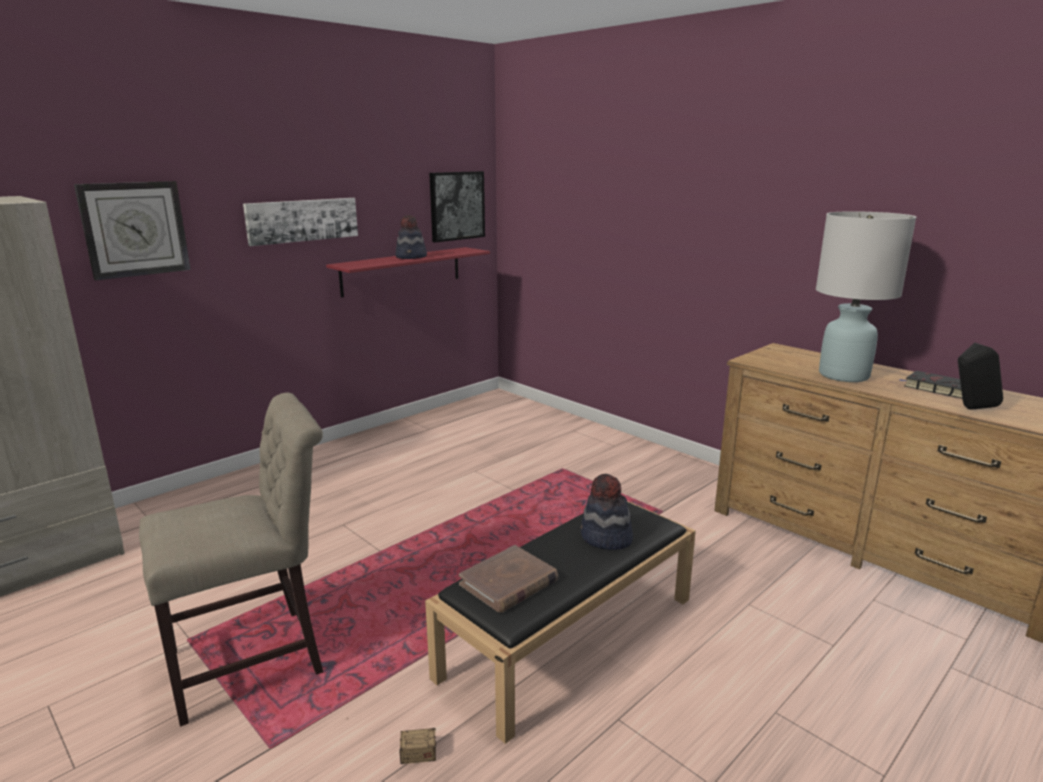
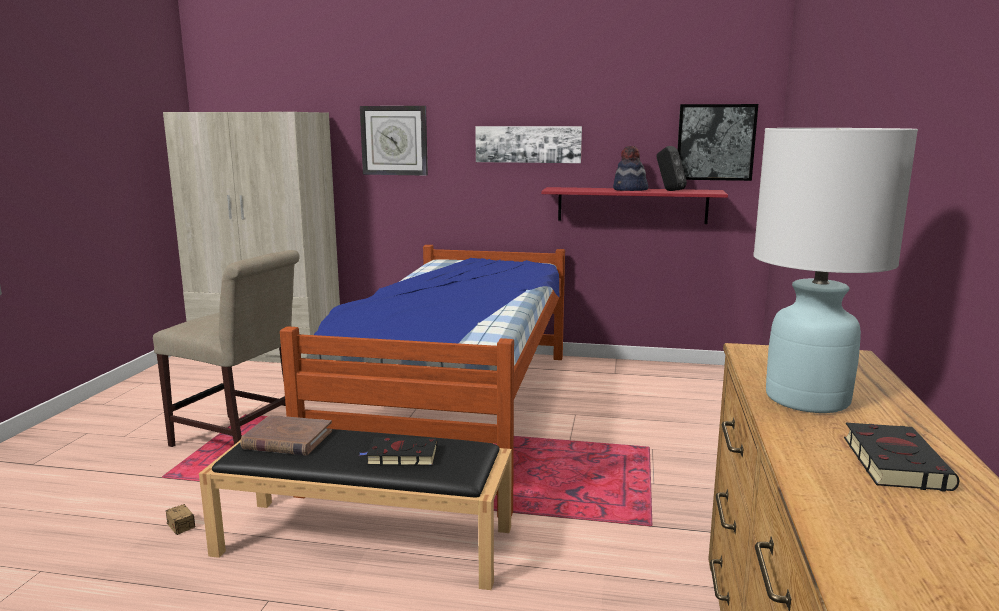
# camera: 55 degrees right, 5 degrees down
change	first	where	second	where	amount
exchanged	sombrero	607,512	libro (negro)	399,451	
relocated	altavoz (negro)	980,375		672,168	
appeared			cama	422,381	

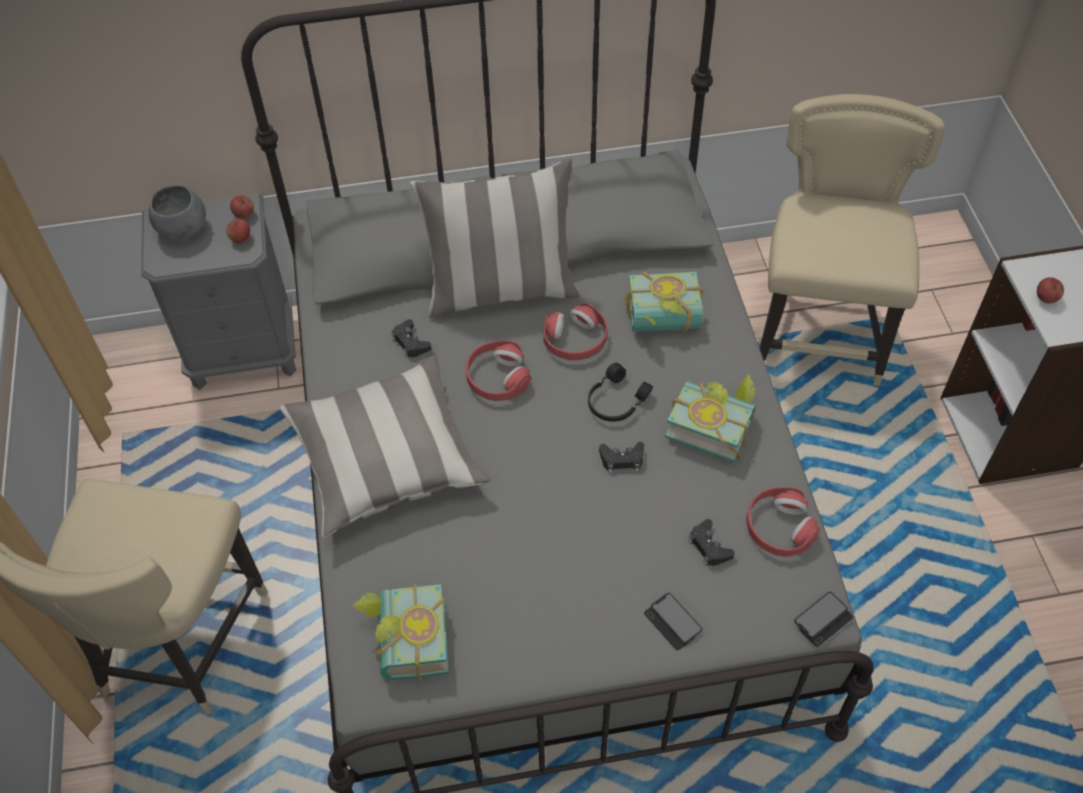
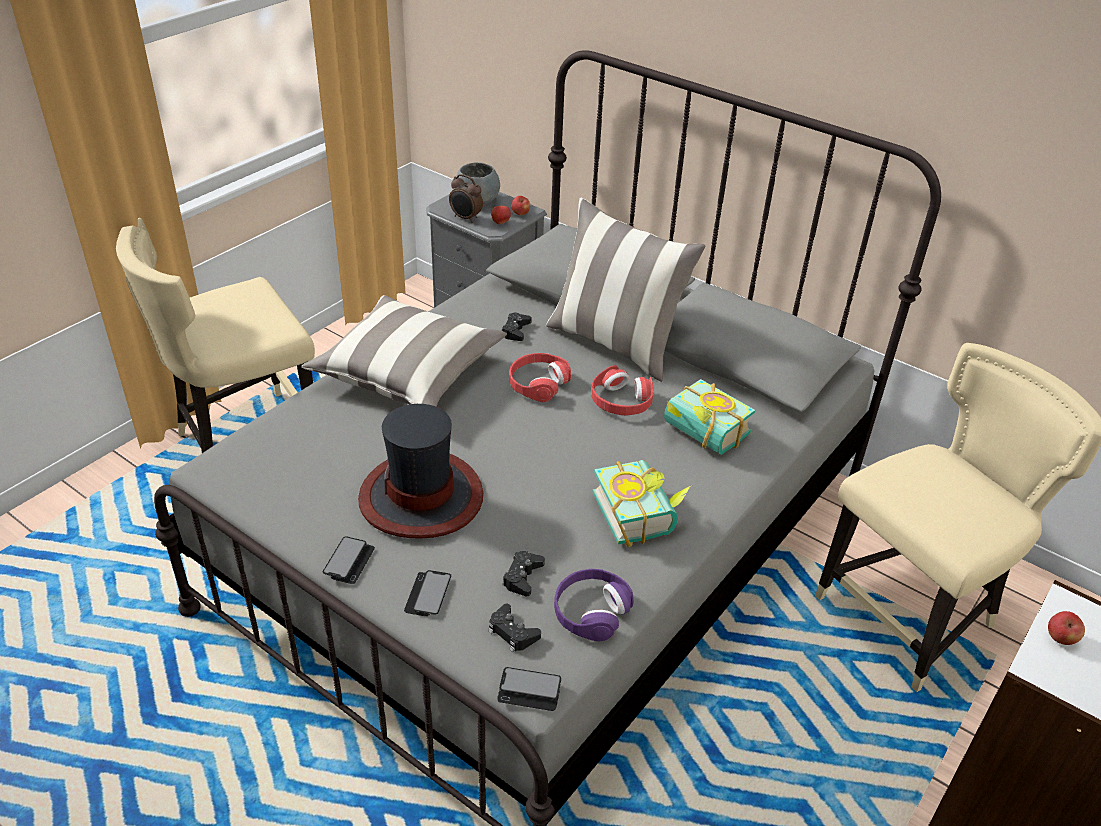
# camera: 45 degrees right, 15 degrees down
change	first	where	second	where	amount
missing	libro	400,632			
missing	auriculares (negro)	620,392			
relocated	mando de consola (negro)	621,457		514,628	
colour	auriculares (rojo)	783,522	auriculares (morado)	594,605	
appeared			móvil	348,560	
appeared			sombrero	420,471	
appeared			despertador	466,198	

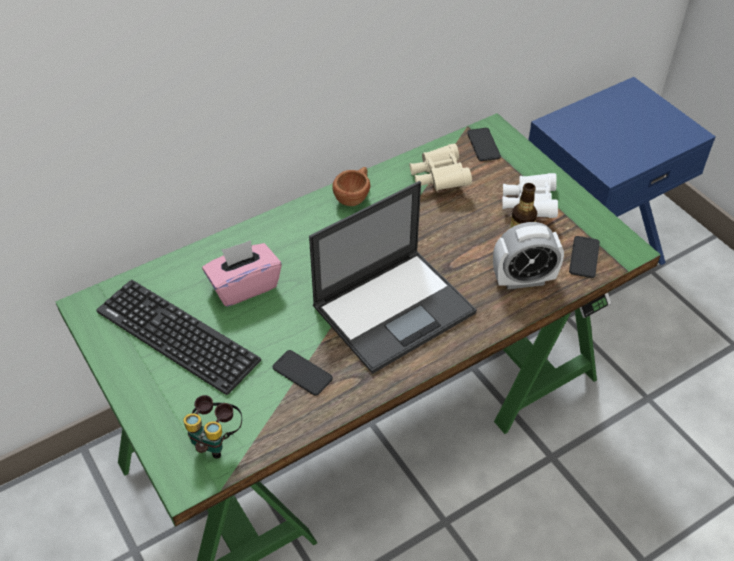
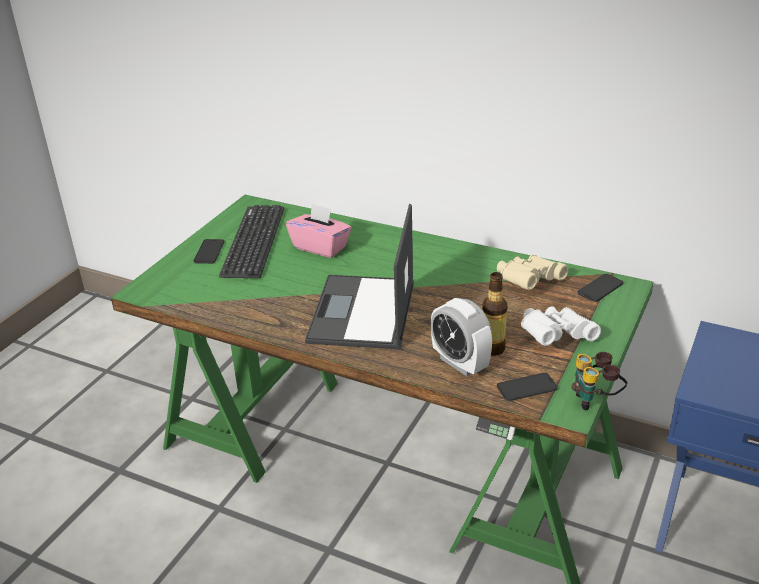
# camera: 60 degrees right, 15 degrees down
change	first	where	second	where	amount
relocated	prismáticos	212,427		599,381	
relocated	móvil	303,373		209,251	
spun	portátil	393,277		359,276	75 degrees clockwise
missing	taza (marrón)	351,186			

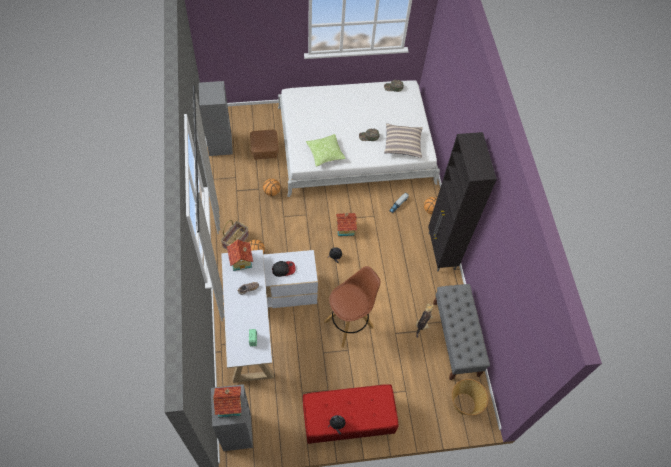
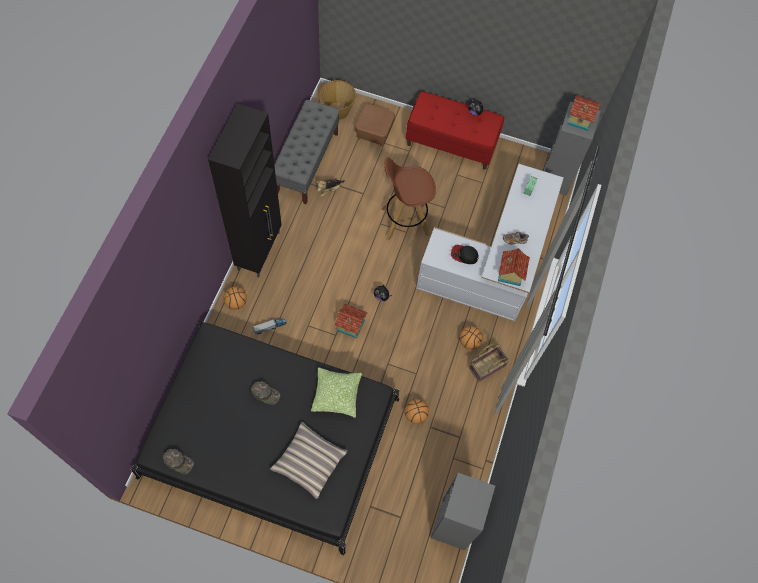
# camera: 155 degrees left, 5 degrees up
change	first	where	second	where	amount
relocated	puf (marrón)	264,145		375,125	
colour	cama (blanco)	359,138	cama (negro)	265,438	
relocated	cojín	403,140		309,460	

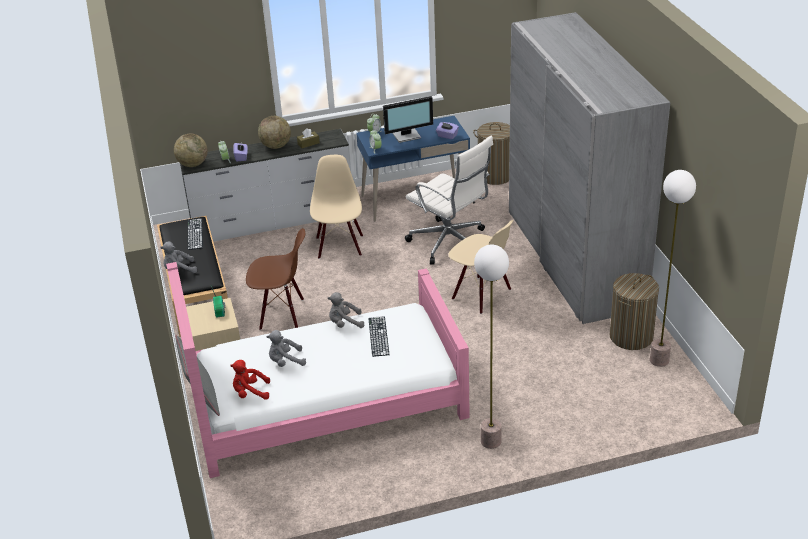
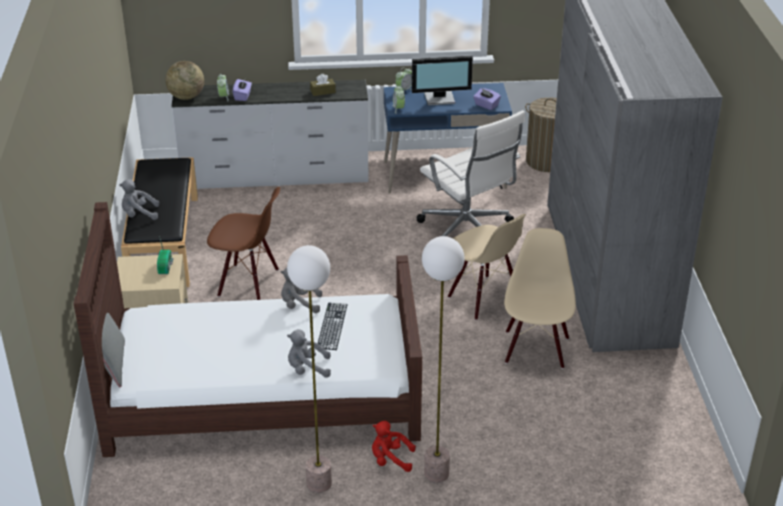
# camera: 10 degrees right, 0 degrees up
change	first	where	second	where	amount
colour	cama (rosa)	318,370	cama (marrón)	248,329	
missing	teclado	195,234			
relocated	peluche (rojo)	250,380		394,446	
missing	globo terráqueo	274,132			
relocated	peluche (gris)	286,348		309,353	
relocated	silla (beis)	336,207		540,298	
missing	cesto de la ropa	634,311			
relocated	lámpara de pie	673,268		309,369	

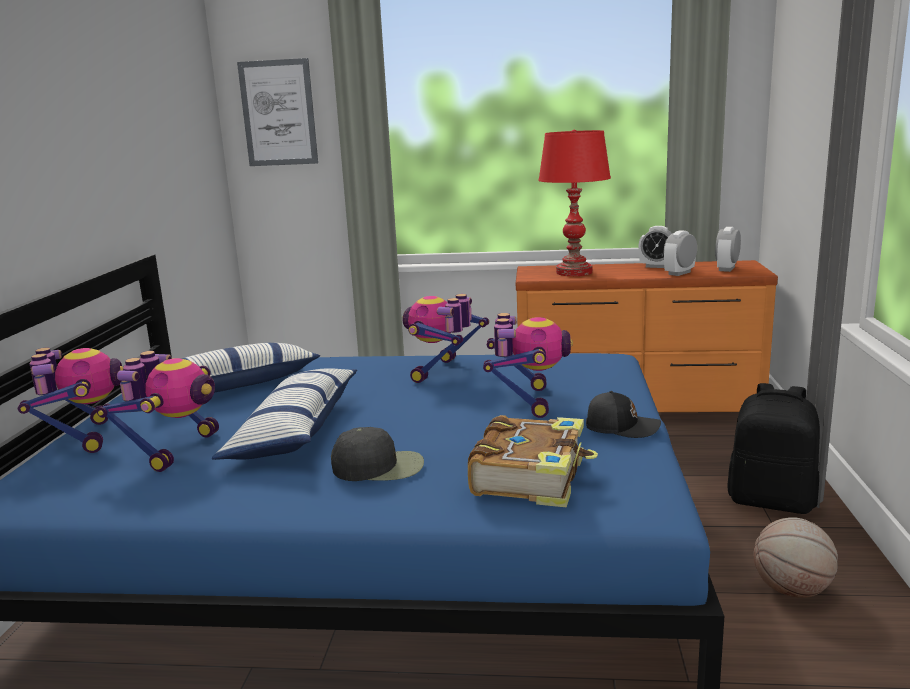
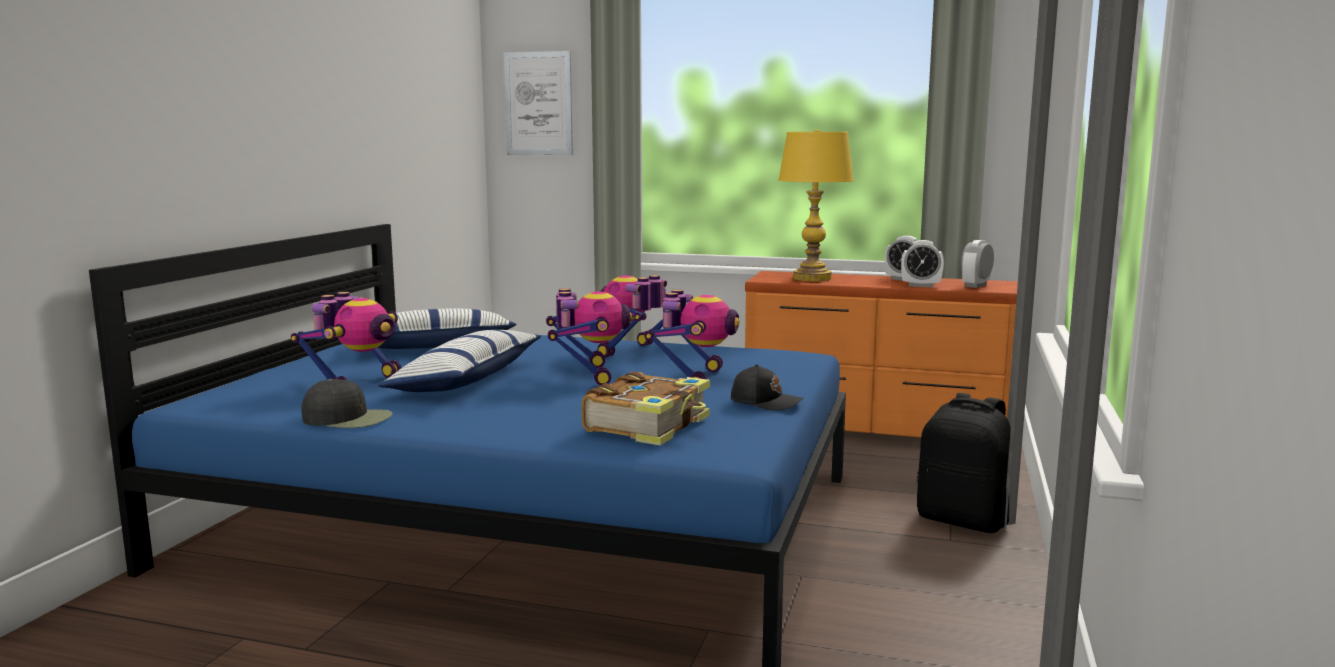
# camera: 10 degrees right, 5 degrees down
change	first	where	second	where	amount
relocated	robot de juguete	70,400		589,336	
relocated	gorra (negro)	377,454		347,403	
colour	lámpara de mesa (rojo)	574,203	lámpara de mesa (amarillo)	816,206	
spun	despertador	680,253		922,263	135 degrees counterclockwise
missing	balón de baloncesto	796,557			

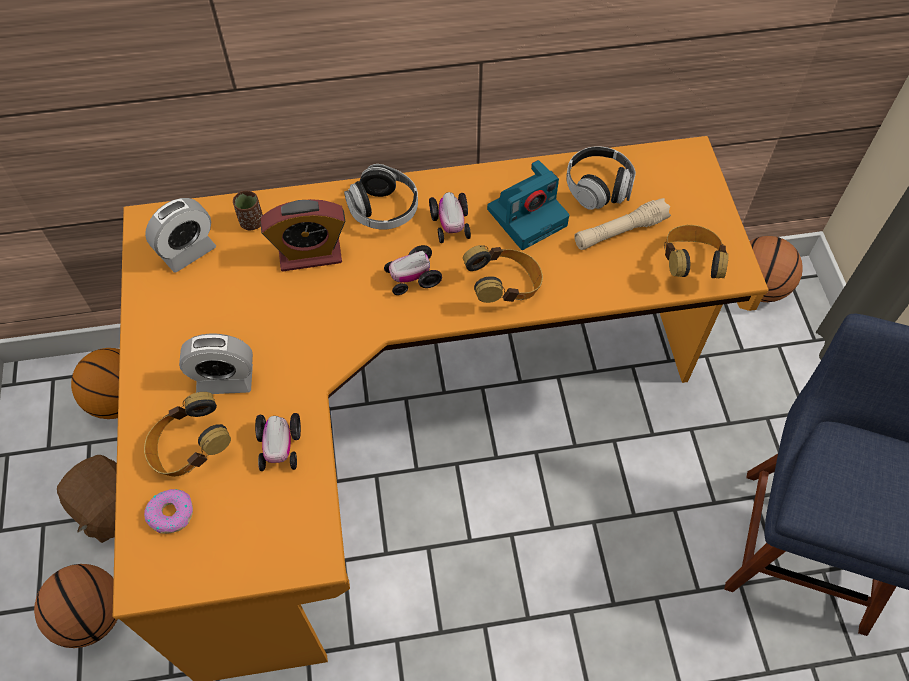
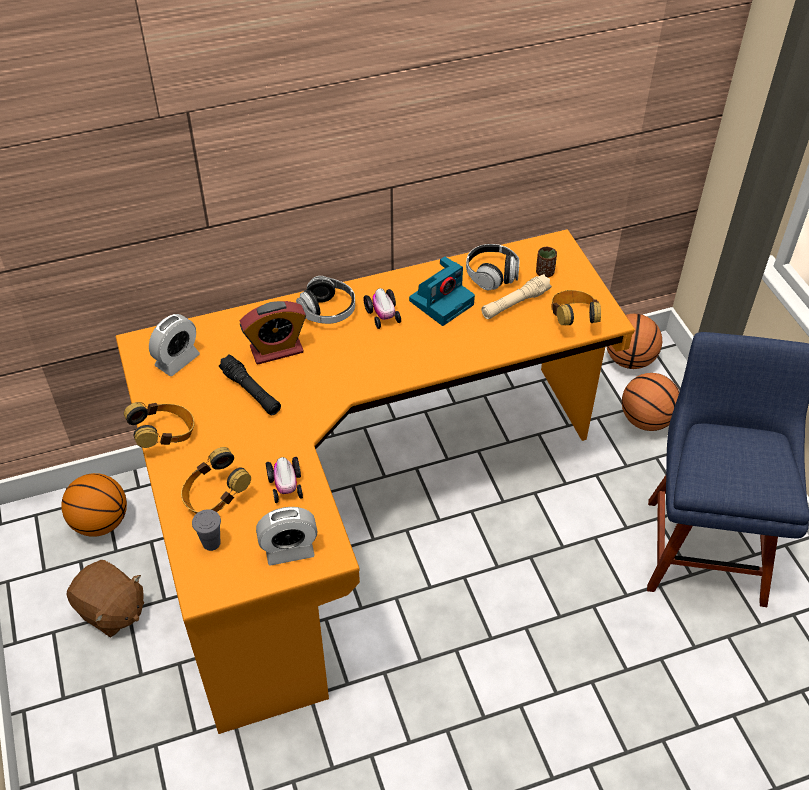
# camera: 10 degrees left, 10 degrees down
change	first	where	second	where	amount
relocated	balón de baloncesto	75,606		650,402	
exchanged	rosquilla	168,511	taza (gris)	206,530	
relocated	despertador	216,363		287,536	
relocated	taza (marrón)	248,210		546,262	
missing	coche de juguete	413,270			
relocated	auriculares	503,274		159,425	
appeared			linterna (negro)	250,384	

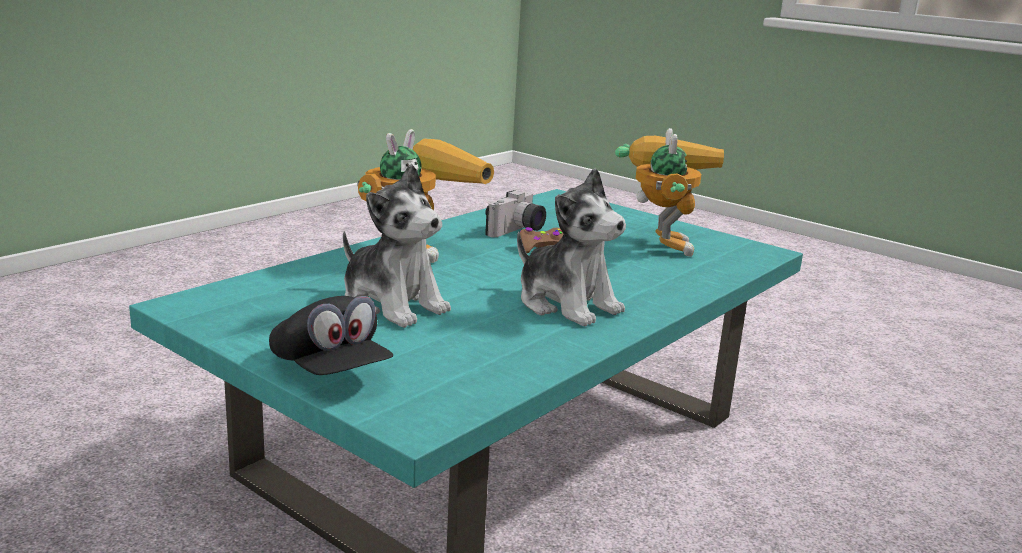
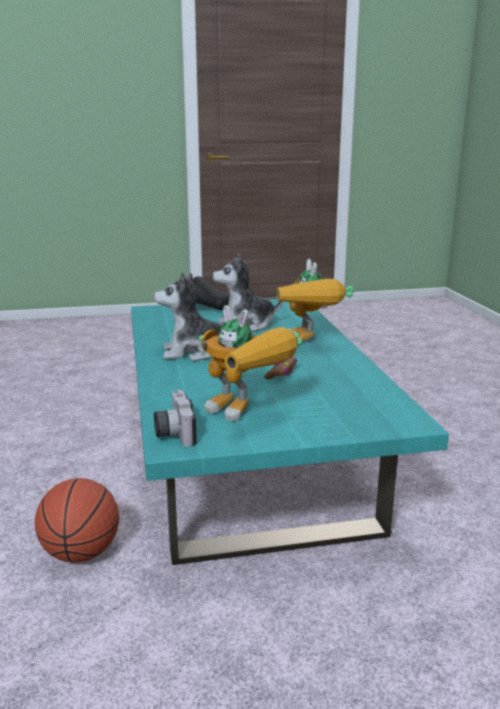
# camera: 130 degrees right, 0 degrees up
change	first	where	second	where	amount
relocated	cámara	515,213		175,418	
appeared			balón de baloncesto	77,520	

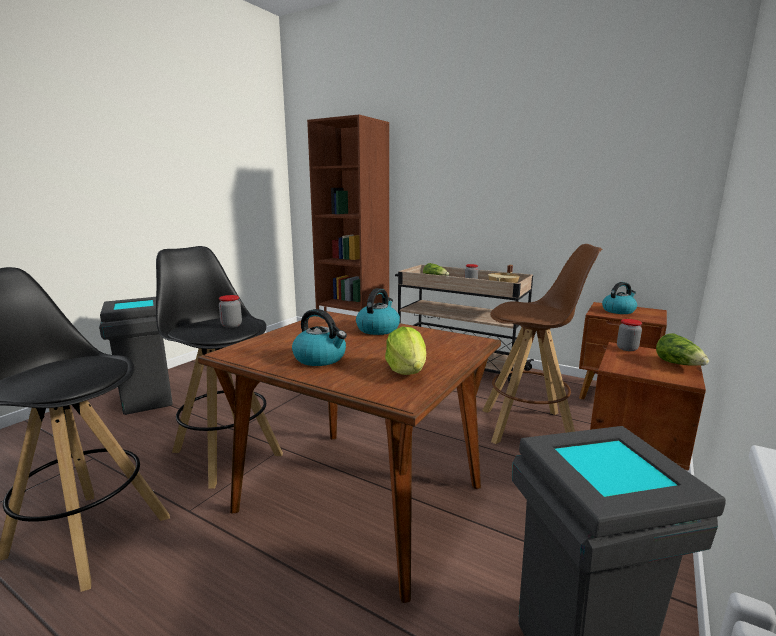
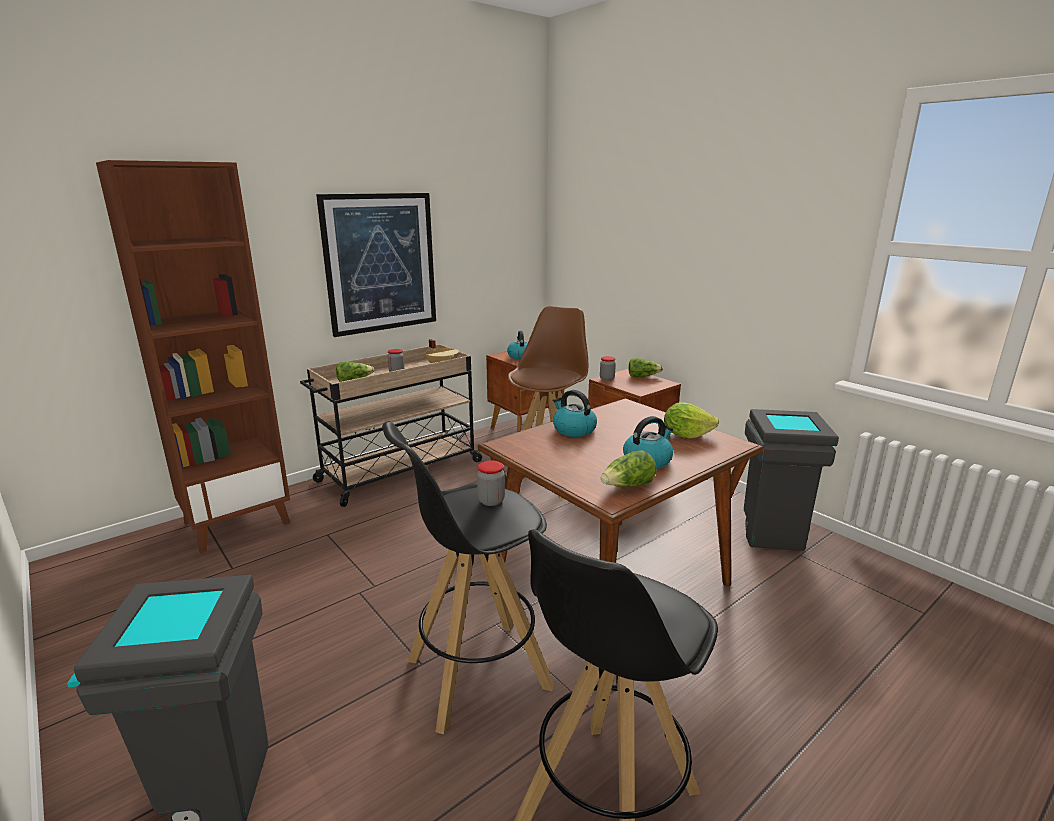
# camera: 70 degrees left, 5 degrees up
change	first	where	second	where	amount
appeared			cuadro	376,265	
appeared			lechuga	629,468	

